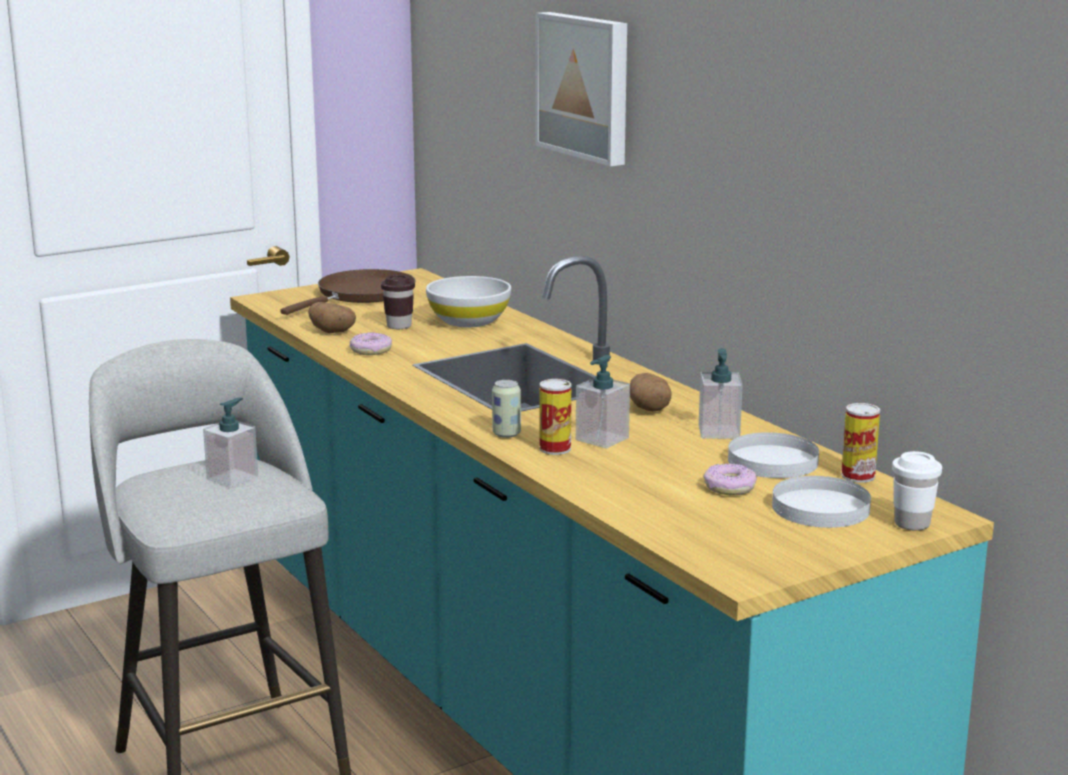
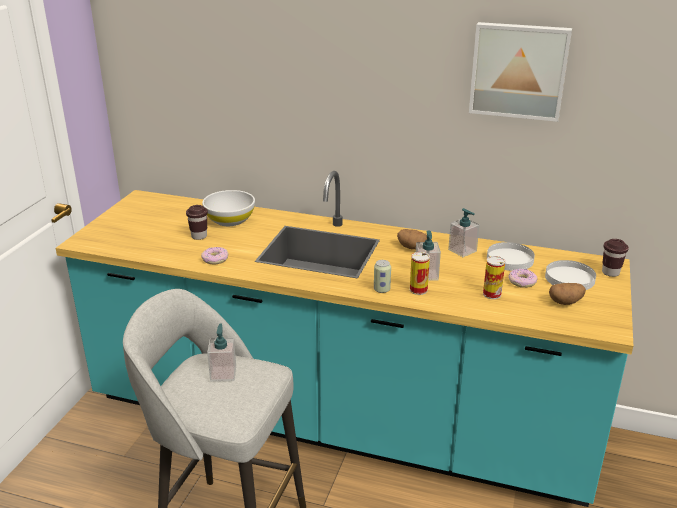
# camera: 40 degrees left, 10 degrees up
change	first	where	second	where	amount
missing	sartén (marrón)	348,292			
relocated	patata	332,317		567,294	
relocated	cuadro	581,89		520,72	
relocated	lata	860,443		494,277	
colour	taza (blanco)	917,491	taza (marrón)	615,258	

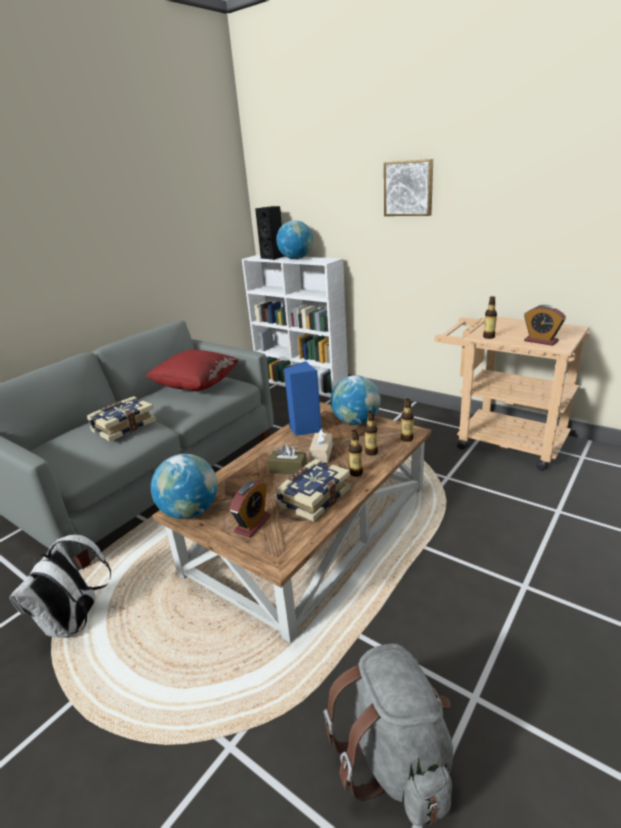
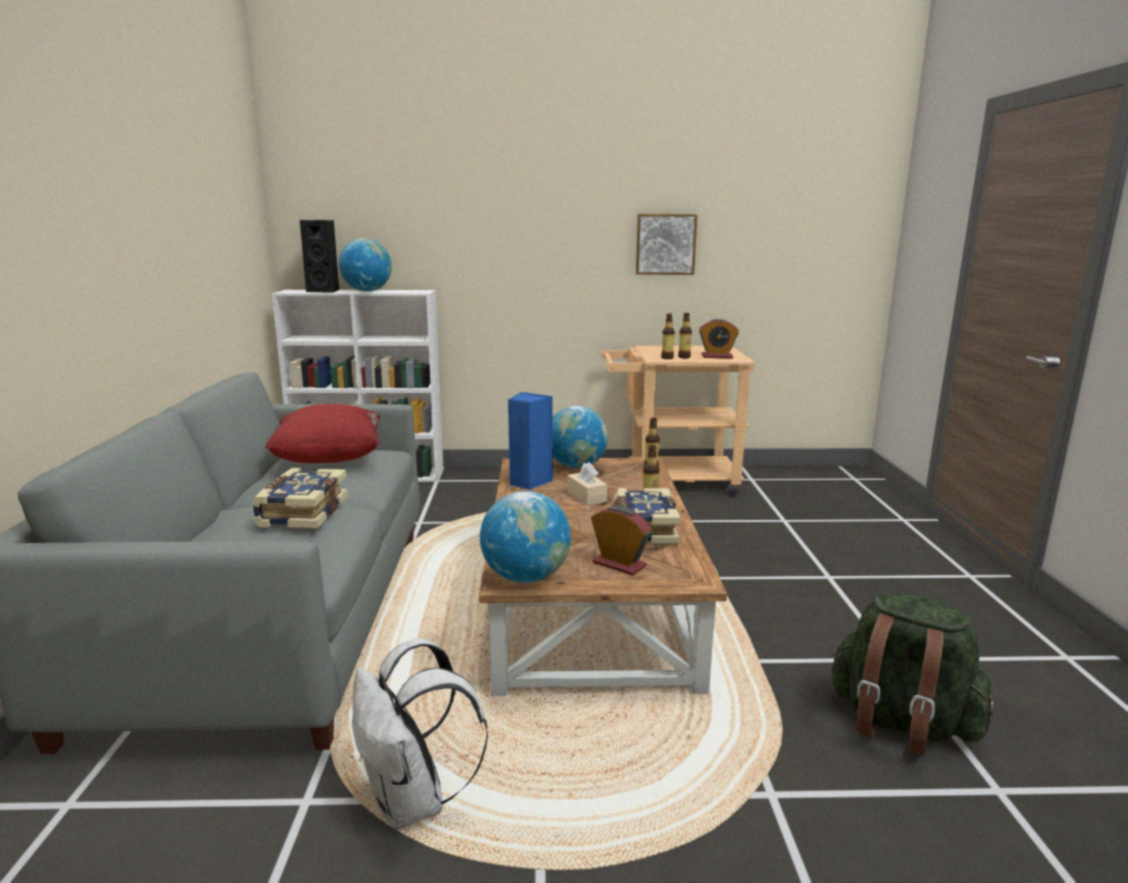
# camera: 40 degrees left, 10 degrees down
change	first	where	second	where	amount
spun	despertador	250,509		621,540	45 degrees counterclockwise
missing	caja de pañuelos (marrón)	287,459			
colour	mochila (gris)	388,735	mochila (verde)	912,674	
relocated	botella	371,433		685,335	
relocated	cuadro	408,187		666,244	

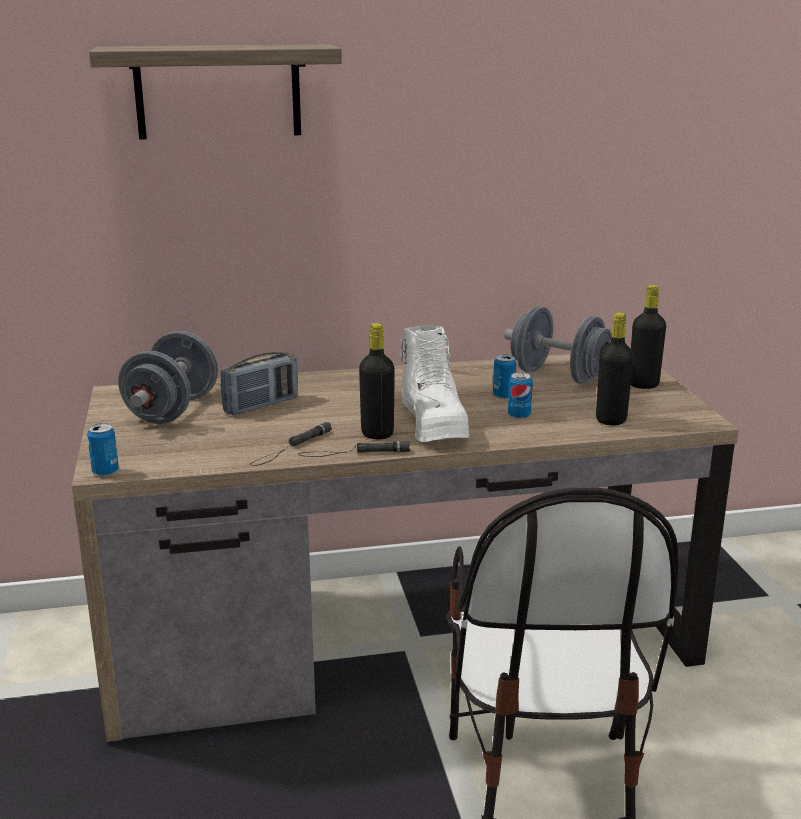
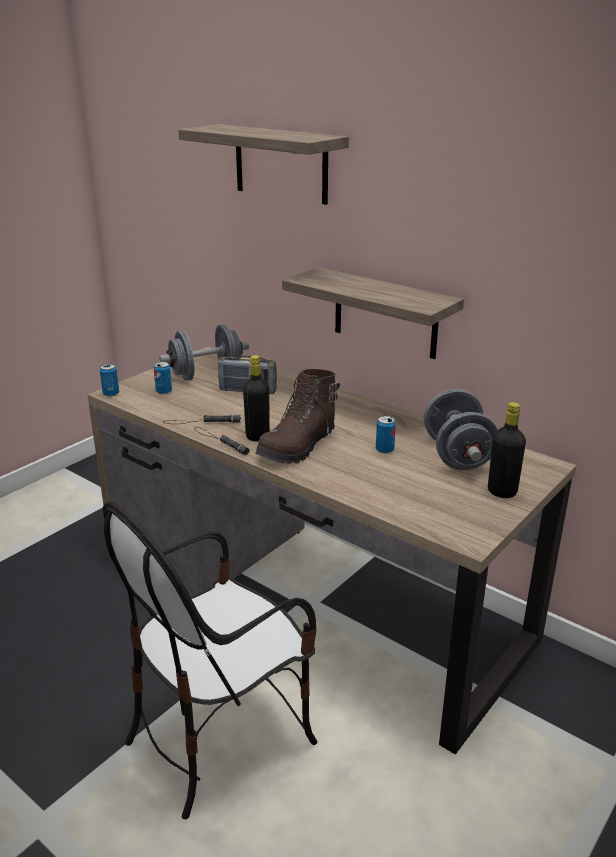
# camera: 50 degrees right, 5 degrees up
change	first	where	second	where	amount
colour	bota (blanco)	435,384	bota (marrón)	297,416	
relocated	lata	520,395		163,378	
missing	botella (negro)	615,368			
appeared			estante	373,313	

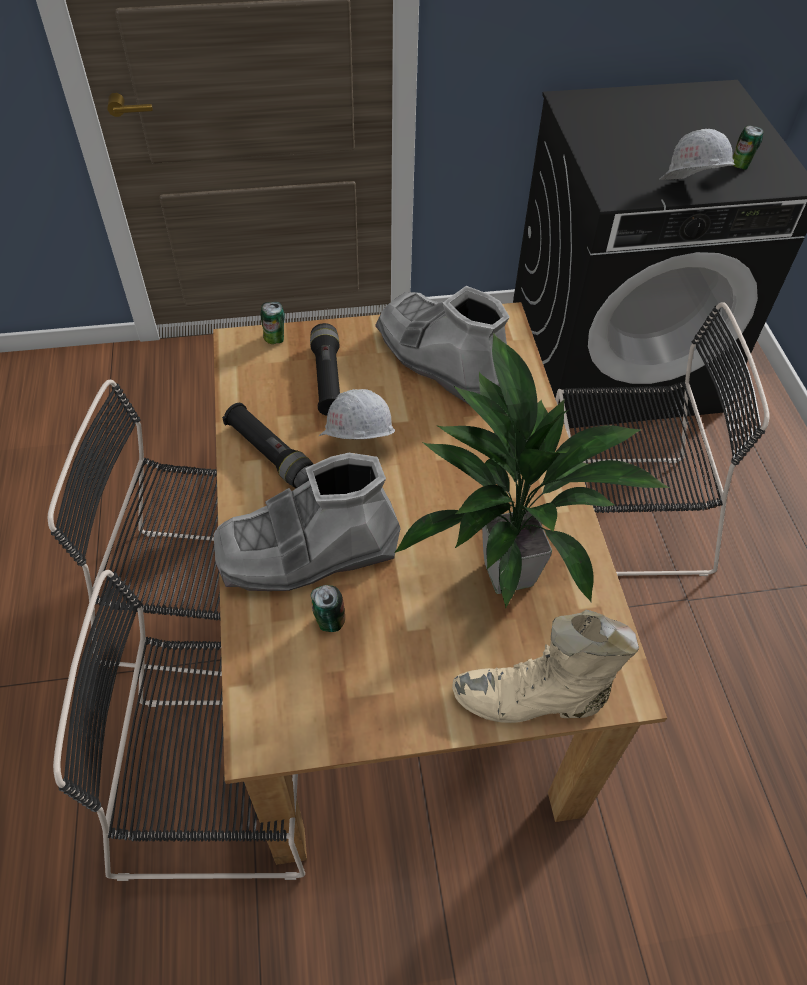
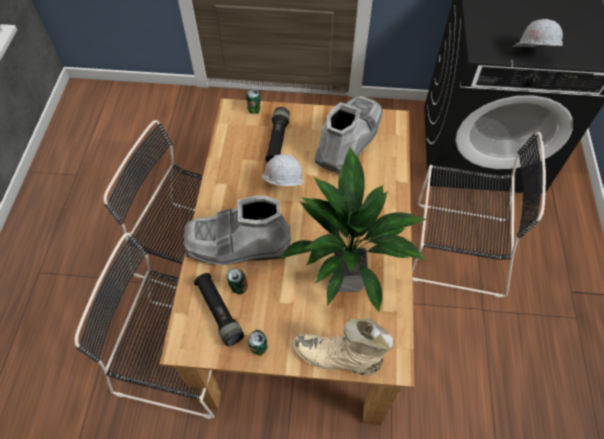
# camera: 15 degrees right, 5 degrees up
change	first	where	second	where	amount
relocated	linterna (negro)	267,445		218,309	
spun	bota (gris)	442,345		349,135	60 degrees clockwise
relocated	lata	748,147		257,343	

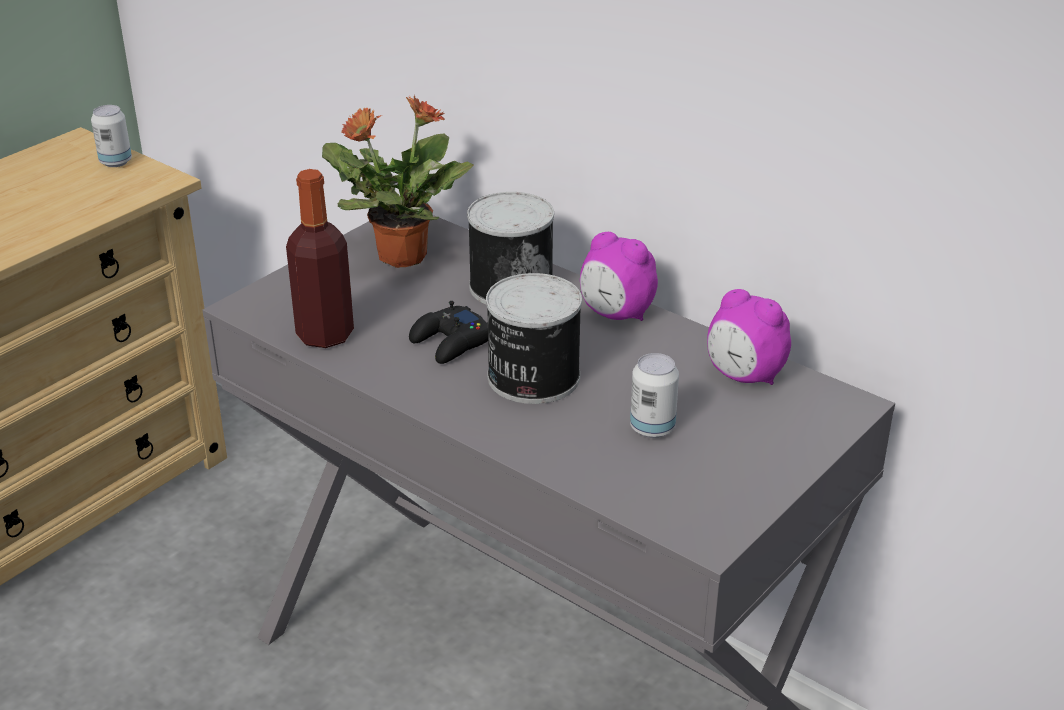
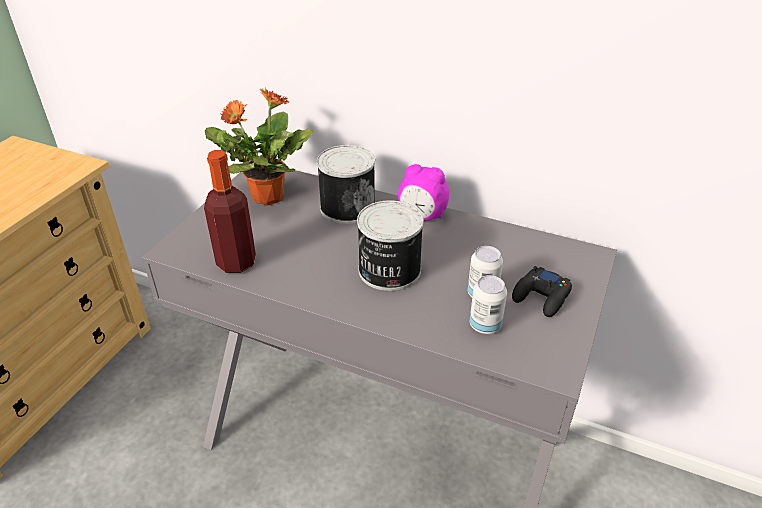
# camera: 15 degrees left, 5 degrees up
change	first	where	second	where	amount
relocated	lata	111,136		488,304	
relocated	mando de consola (negro)	448,332		542,291	
missing	despertador	749,337			

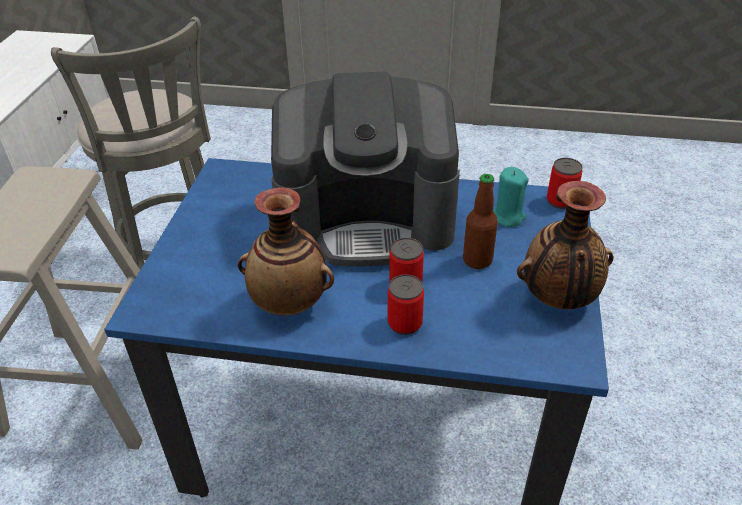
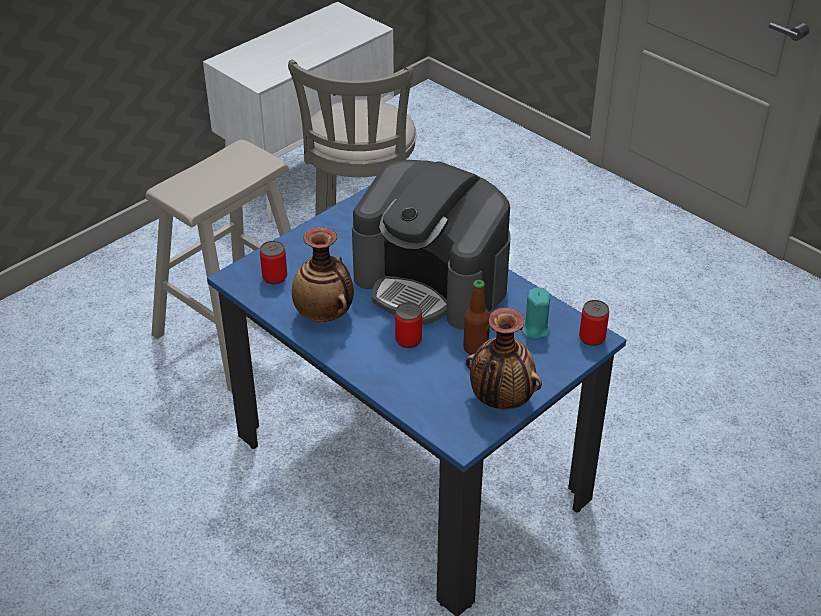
# camera: 35 degrees right, 0 degrees up
change	first	where	second	where	amount
relocated	lata	406,304		273,262	

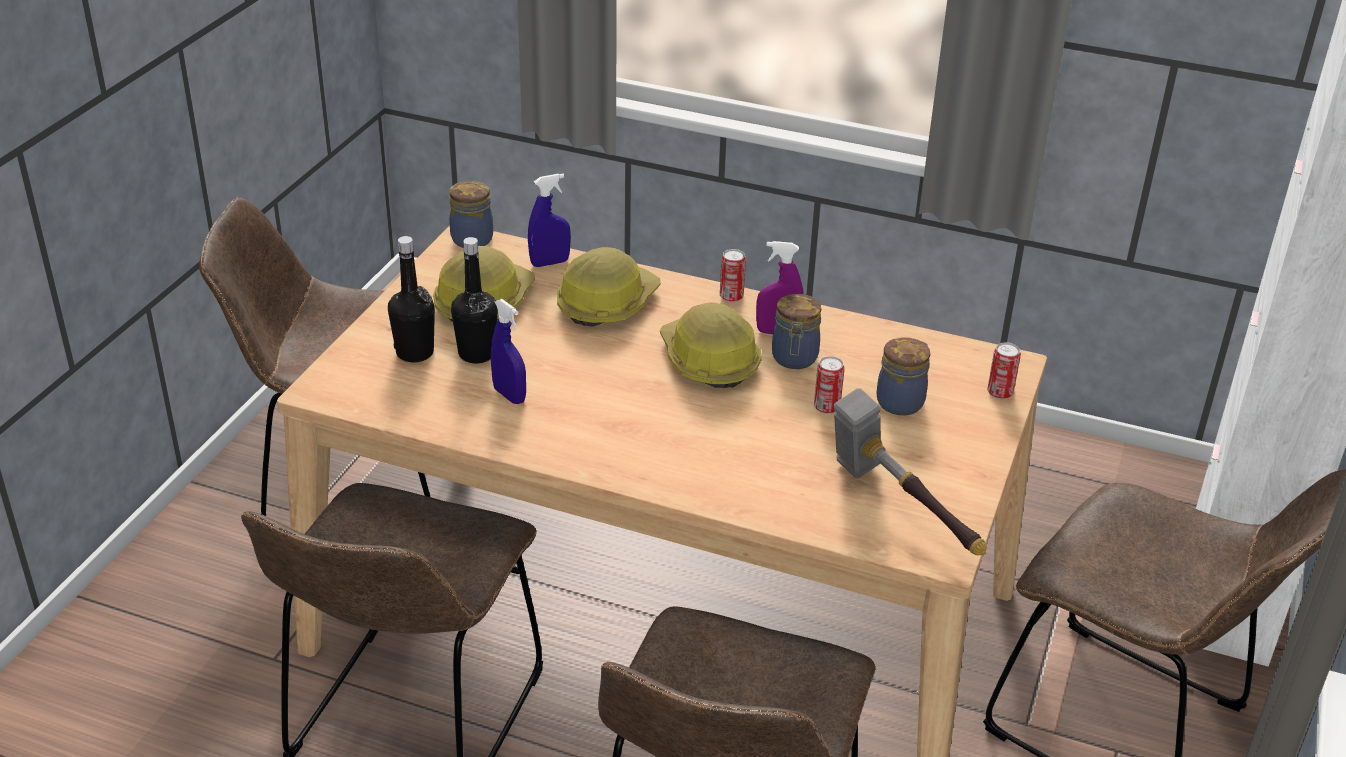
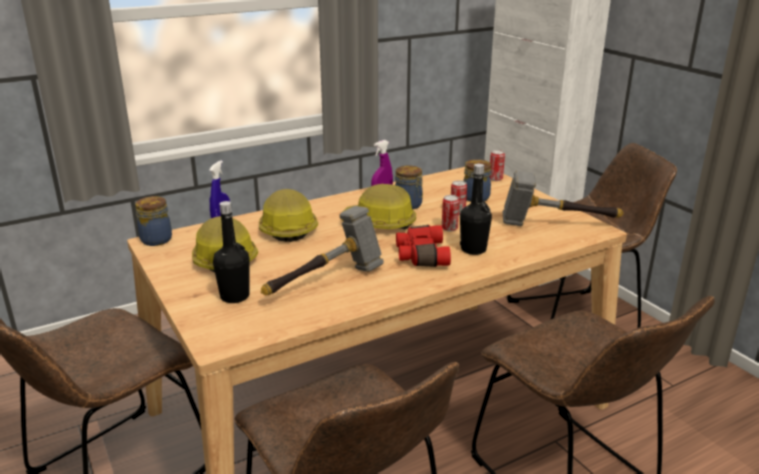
# camera: 50 degrees left, 10 degrees down
change	first	where	second	where	amount
relocated	botella (negro)	474,300		476,209	
exchanged	pulverizador (azul)	508,351	martillo	322,250	
relocated	lata	733,275		450,213	
appeared			prismáticos (rojo)	423,246	

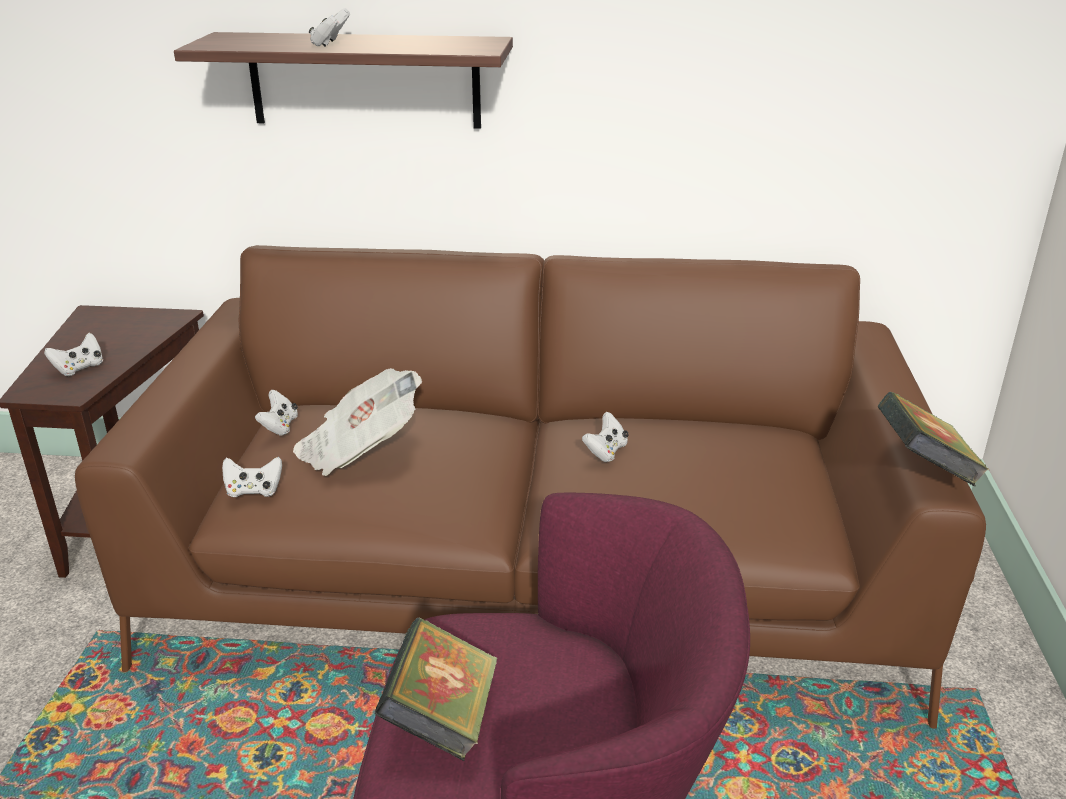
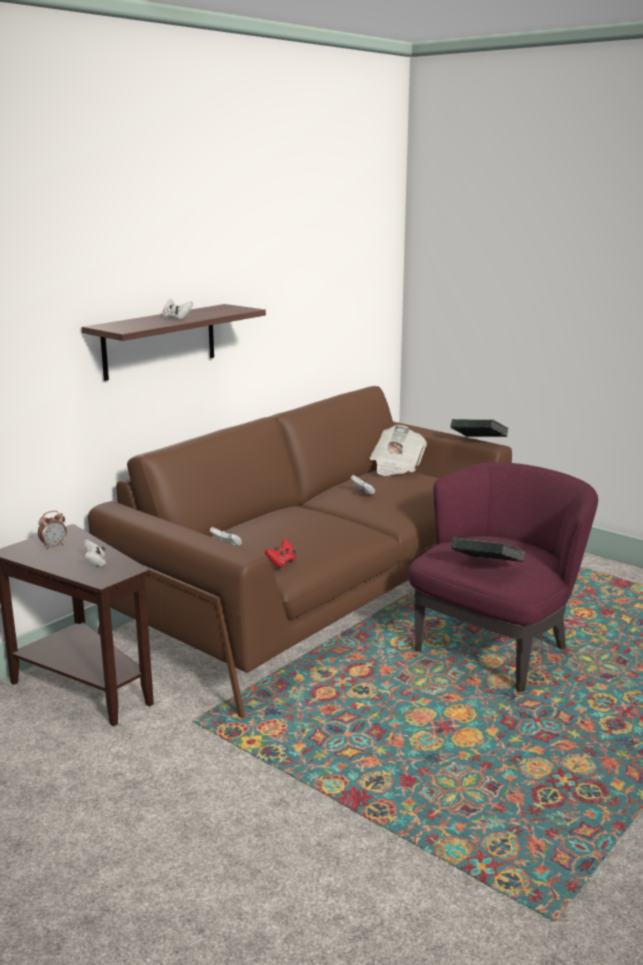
# camera: 55 degrees left, 10 degrees down
change	first	where	second	where	amount
colour	mando de consola (blanco)	252,477	mando de consola (rojo)	280,553	
relocated	periódico	357,422		398,450	
appeared			despertador	52,530	

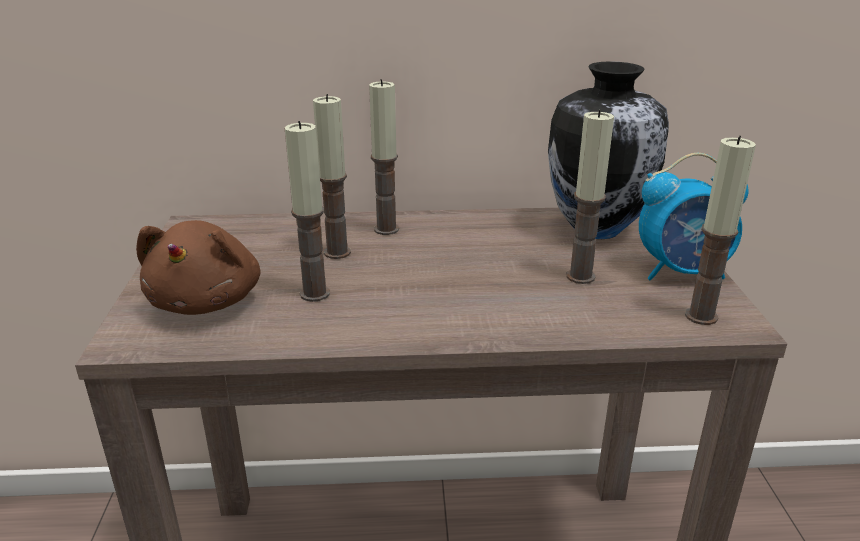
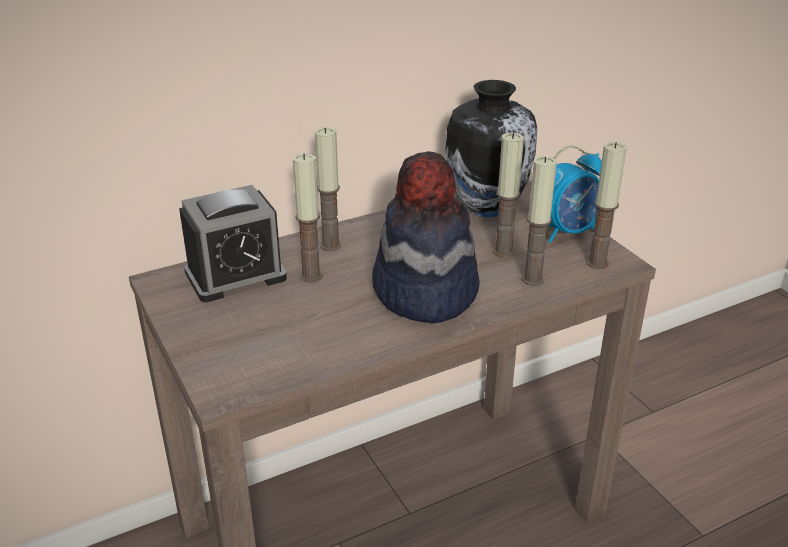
# camera: 25 degrees left, 5 degrees up
change	first	where	second	where	amount
missing	peluche (marrón)	198,267			
relocated	vela	307,211		539,221	
appeared			despertador	233,243	
appeared			sombrero	426,237	

